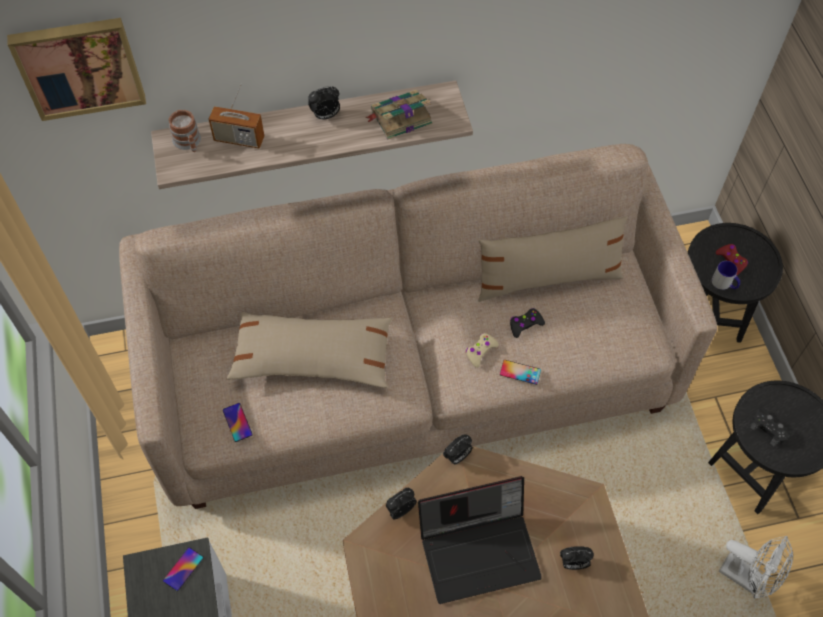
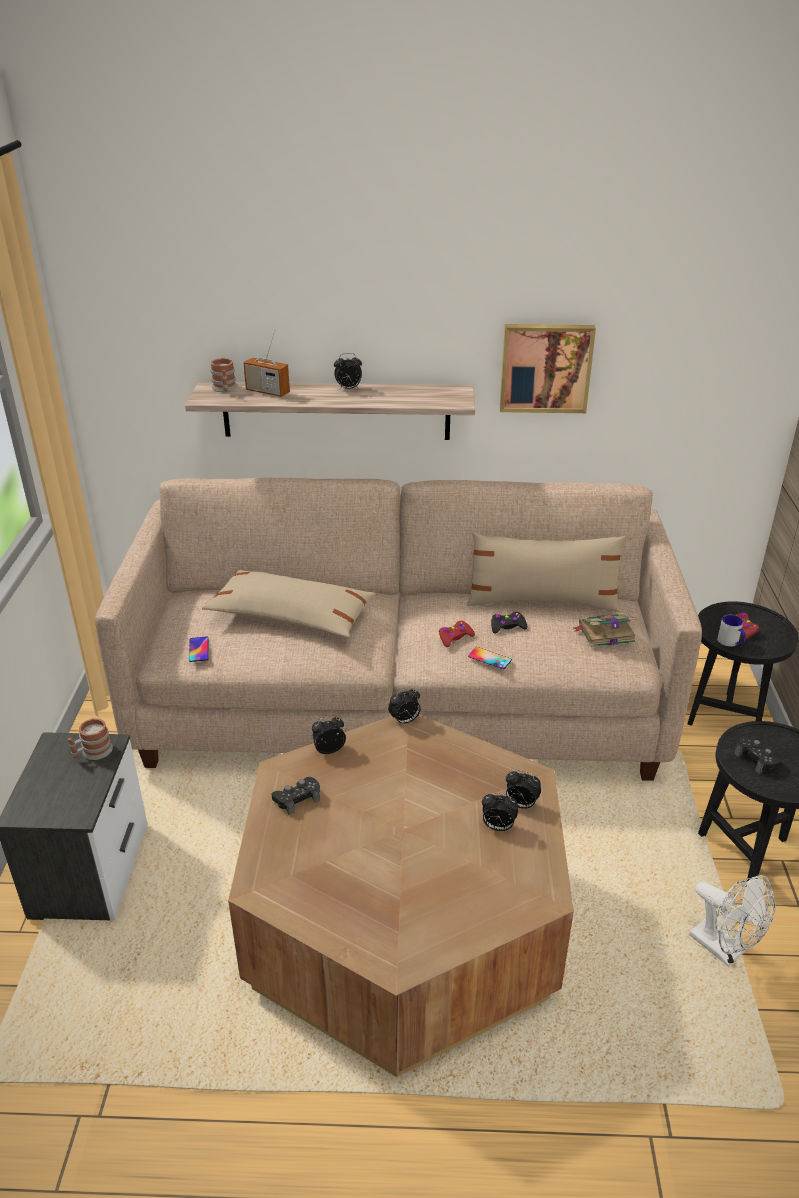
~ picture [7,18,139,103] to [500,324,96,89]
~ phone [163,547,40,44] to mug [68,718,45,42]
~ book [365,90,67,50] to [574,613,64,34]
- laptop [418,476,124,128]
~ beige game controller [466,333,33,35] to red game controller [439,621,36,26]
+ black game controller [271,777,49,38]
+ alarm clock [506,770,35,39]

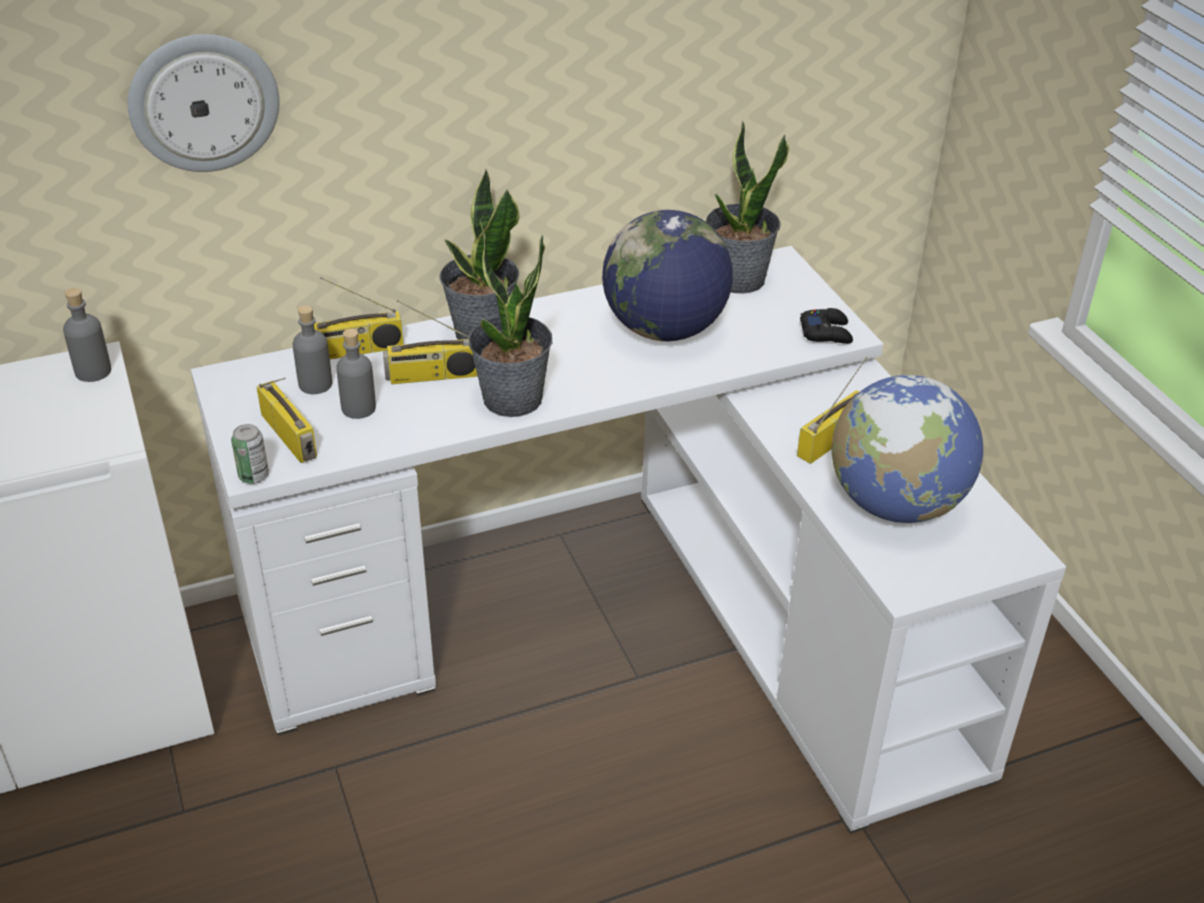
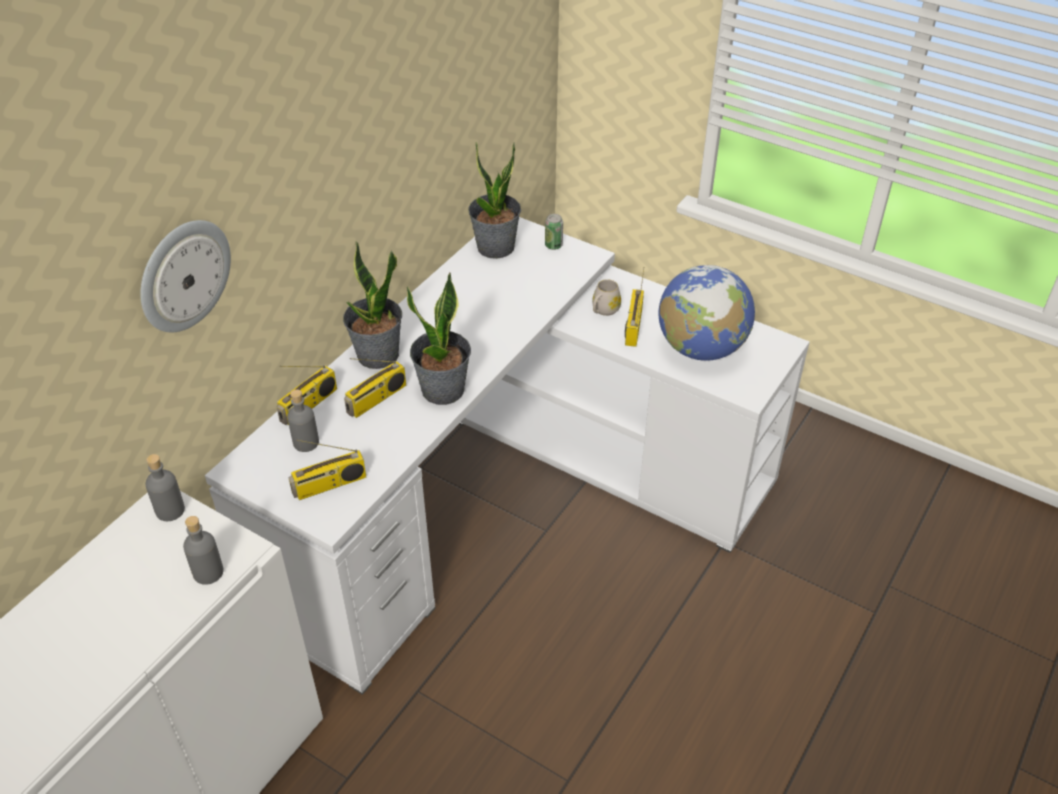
~ can [231,424,38,60] to [545,214,18,36]
~ radio [256,378,61,85] = [288,439,78,61] 135 degrees clockwise
~ grey bottle [336,329,40,90] to [183,516,40,69]
- globe [602,210,131,131]
- black game controller [800,308,53,36]
+ white mug [592,279,29,37]

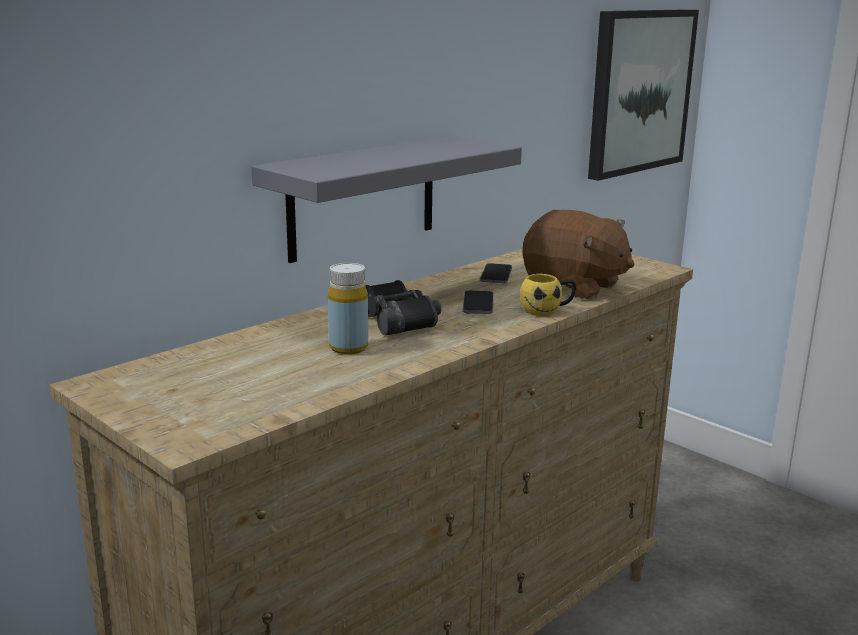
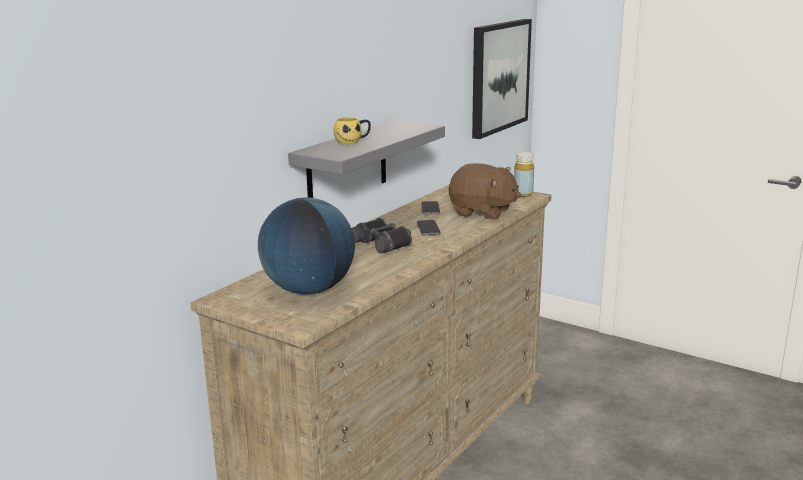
~ yellow bottle [328,263,40,91] to [514,152,20,45]
~ yellow mug [520,274,56,42] to [334,117,37,28]
+ globe [258,197,97,97]

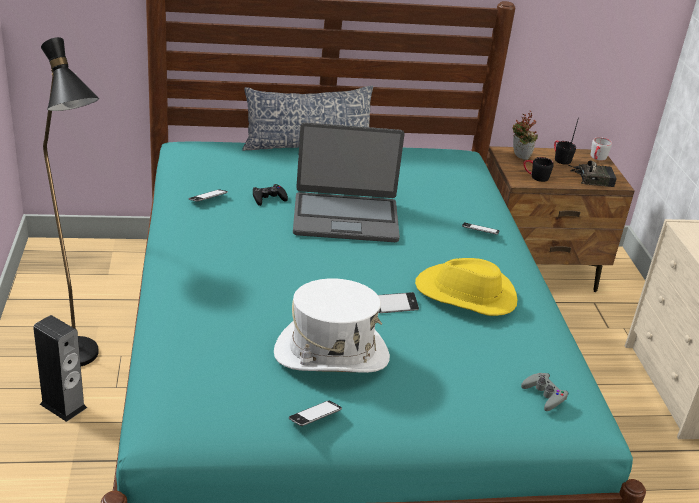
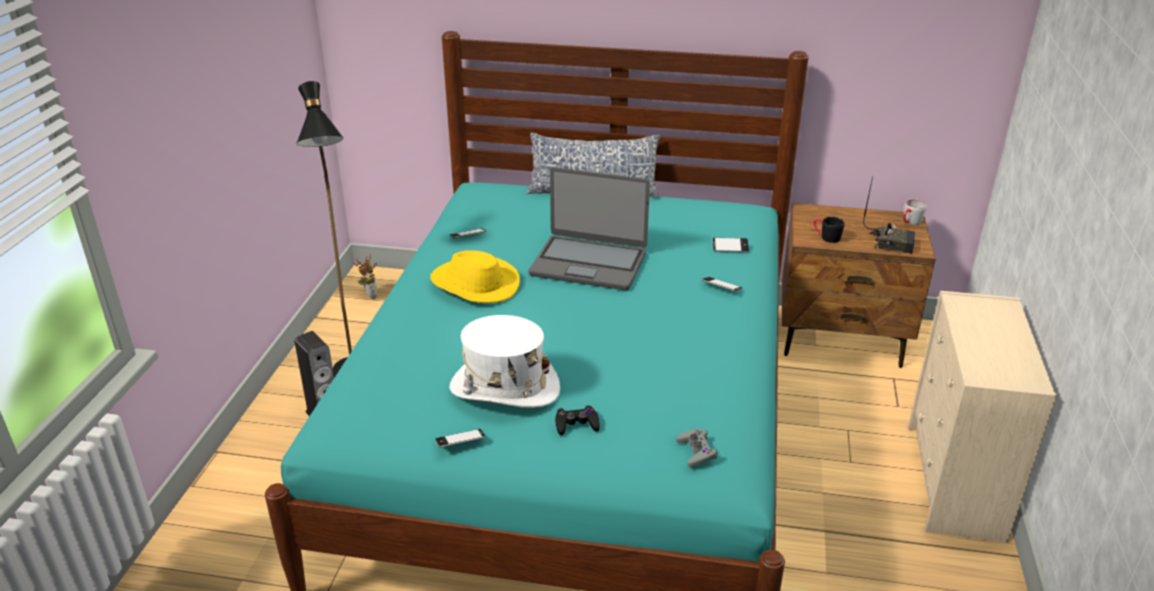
~ black game controller [253,184,35,22] to [555,405,45,31]
~ phone [378,292,41,21] to [713,238,36,14]
~ yellow hat [415,258,102,58] to [430,250,90,53]
~ potted plant [512,111,26,49] to [352,254,25,45]
- black mug [554,140,22,24]

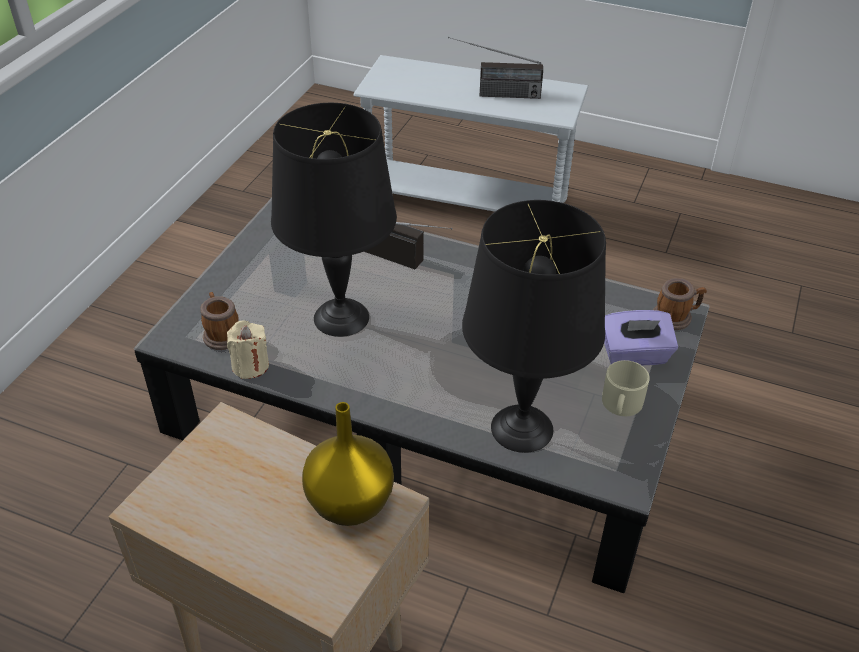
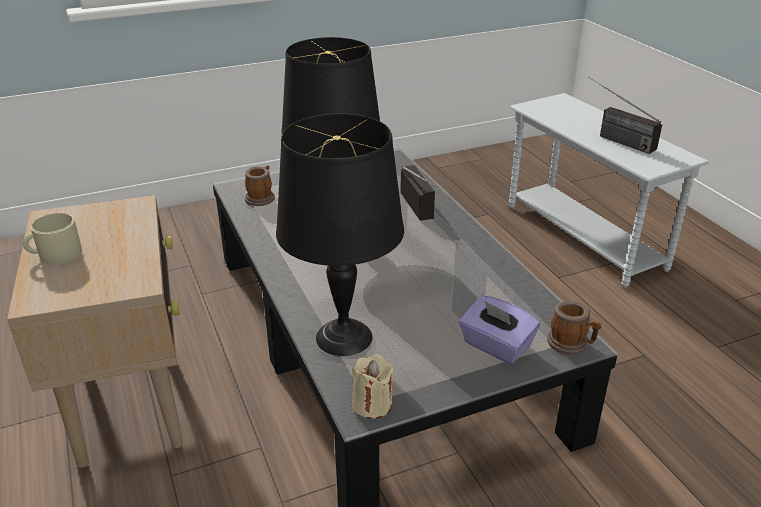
~ beige candle [227,321,42,58] to [352,354,42,65]
- yellow vase [302,402,92,124]
~ beige mug [602,360,48,56] to [23,213,59,52]

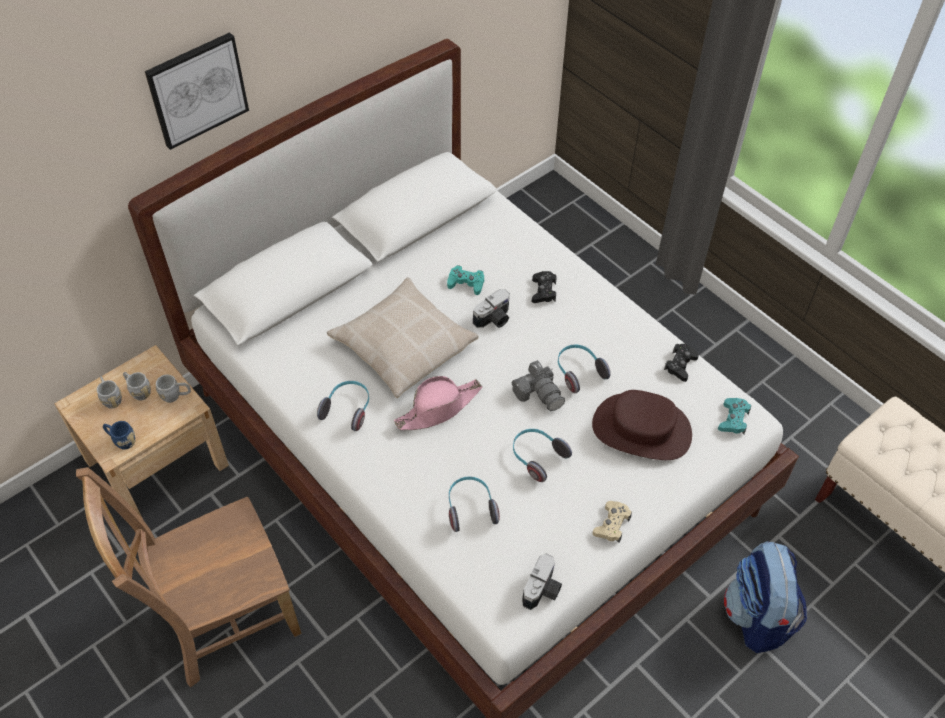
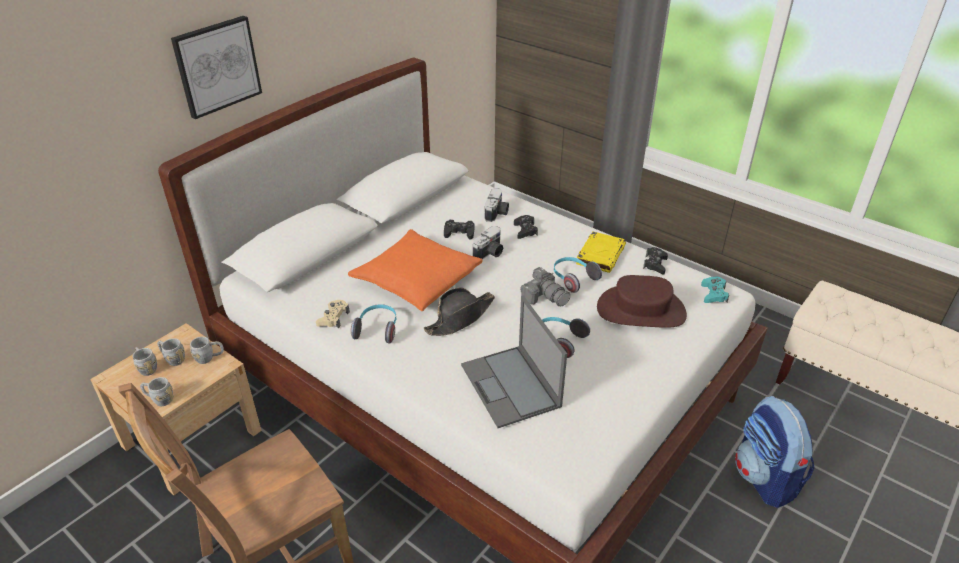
~ blue mug [103,421,33,29] to grey mug [140,377,34,29]
~ beige pillow [327,277,152,121] to orange pillow [348,229,135,82]
~ pink hat [394,376,88,54] to black hat [424,288,71,48]
~ turquoise game controller [447,265,37,30] to black game controller [444,220,31,20]
~ headphones [449,476,51,56] to laptop [461,296,106,132]
~ photo camera [522,554,40,56] to [484,188,25,34]
~ beige game controller [592,501,40,42] to [316,300,34,29]
+ yellow book [576,232,50,41]

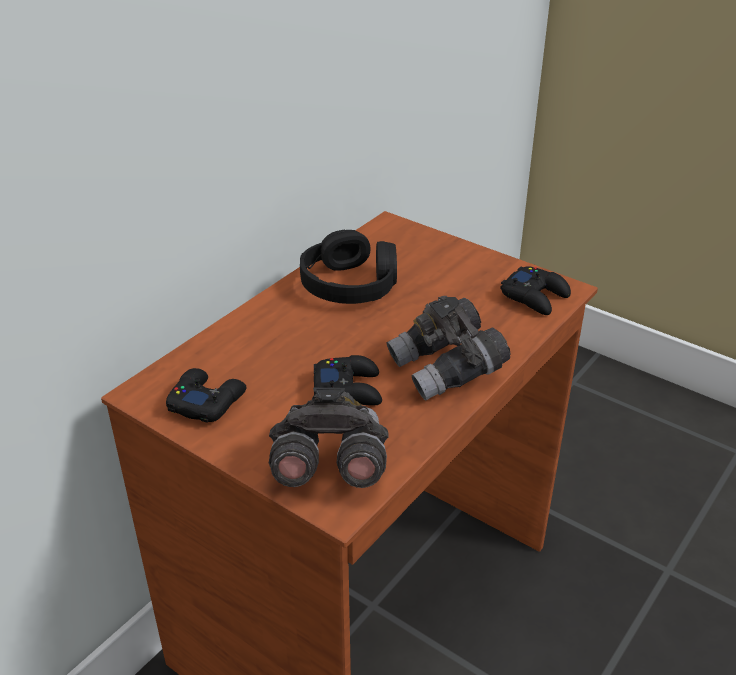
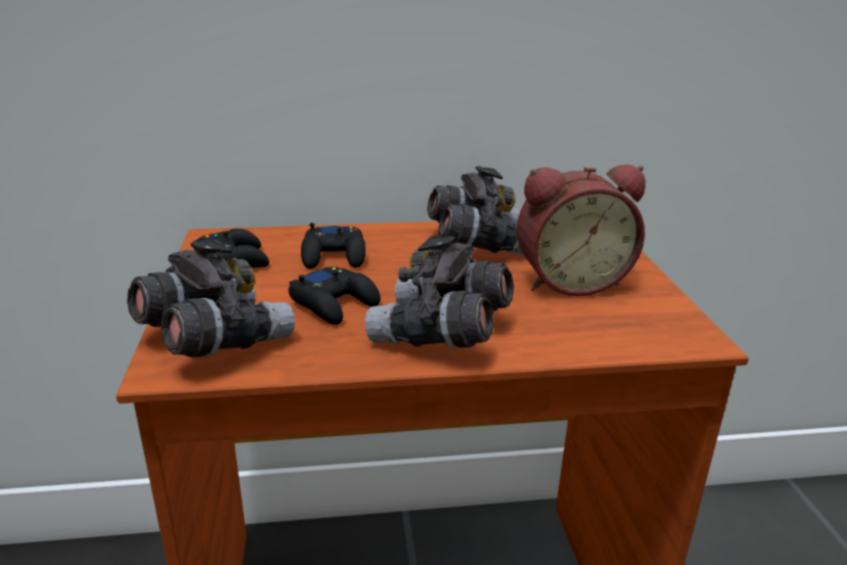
~ black headphones [300,230,97,74] to grey binoculars [427,166,97,89]
~ black game controller [500,266,71,49] to [301,223,65,46]
+ alarm clock [517,164,129,132]

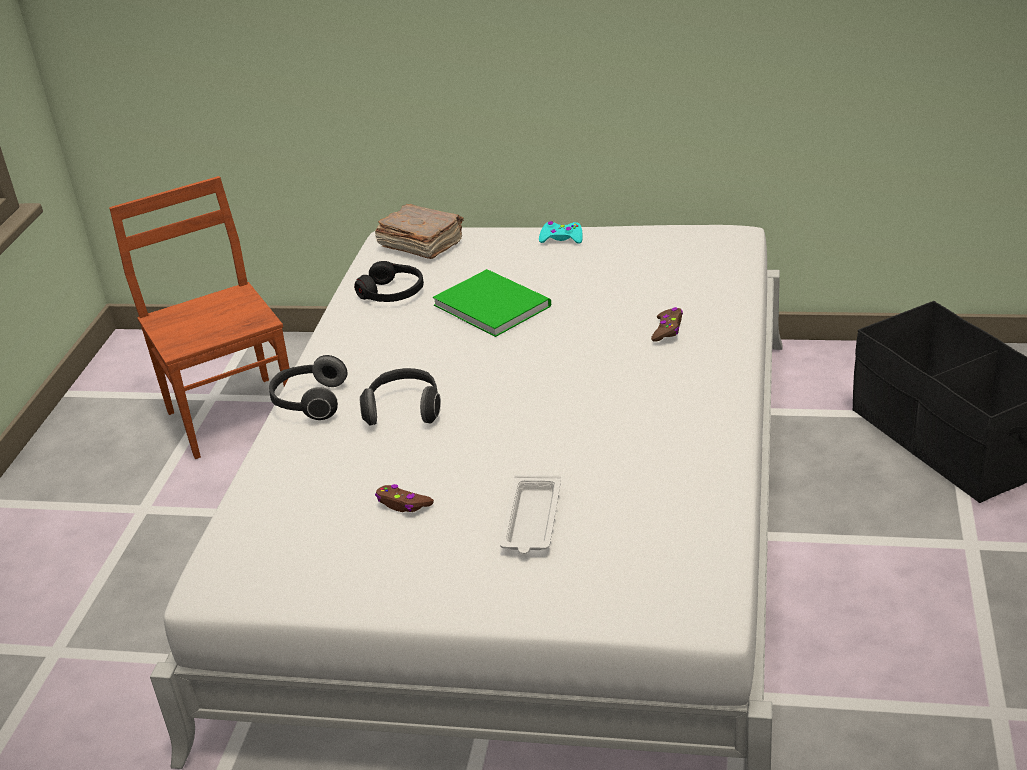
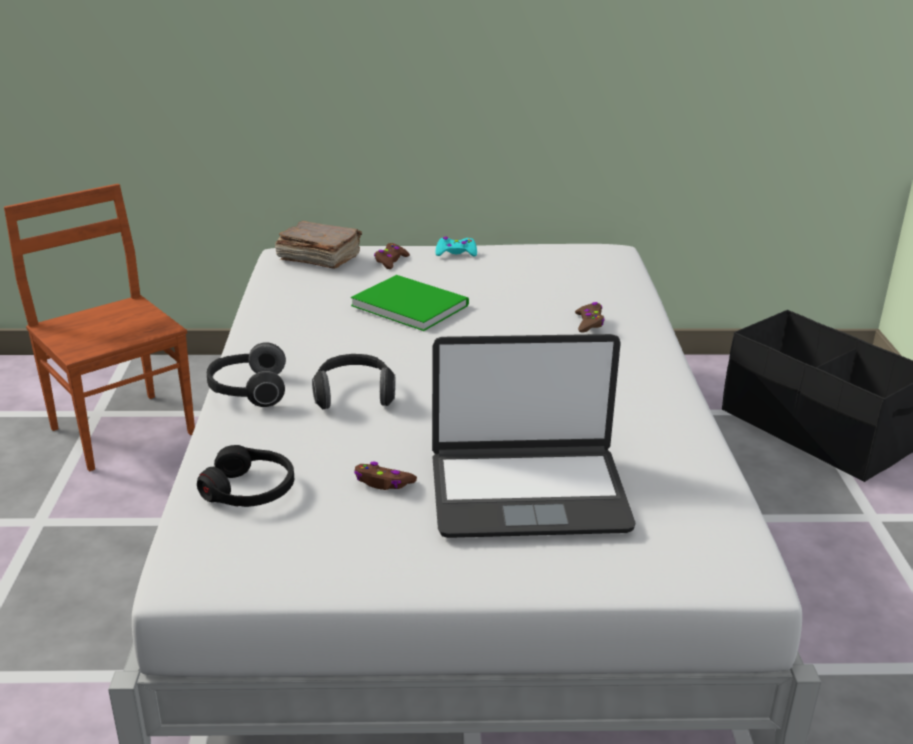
~ black headphones [354,261,70,41] to [197,445,97,62]
~ white tray [500,475,61,79] to laptop [432,334,203,204]
+ brown game controller [374,243,36,26]

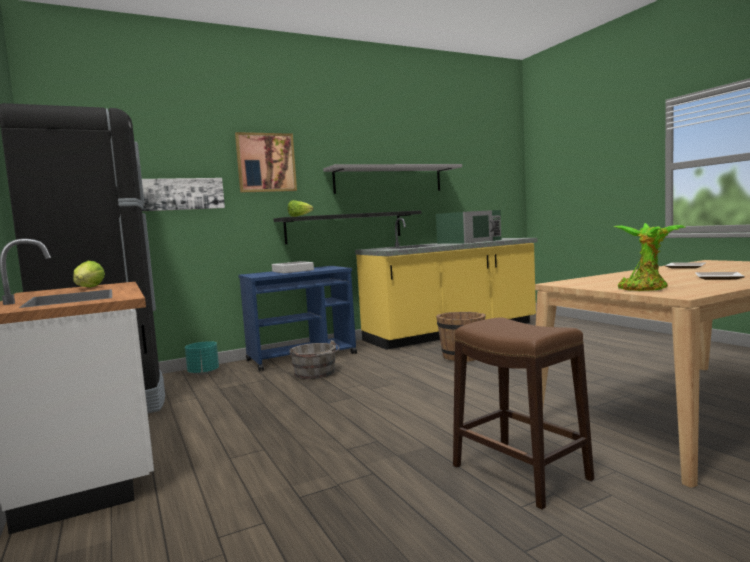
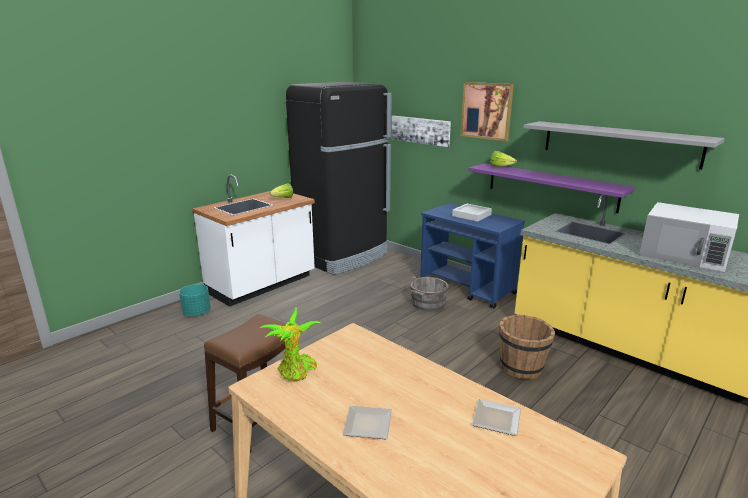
~ turquoise planter [185,341,34,34] to [179,284,32,32]
~ black shelf [274,210,147,34] to purple shelf [468,163,167,50]
~ green microwave [436,210,65,34] to white microwave [639,202,100,70]

